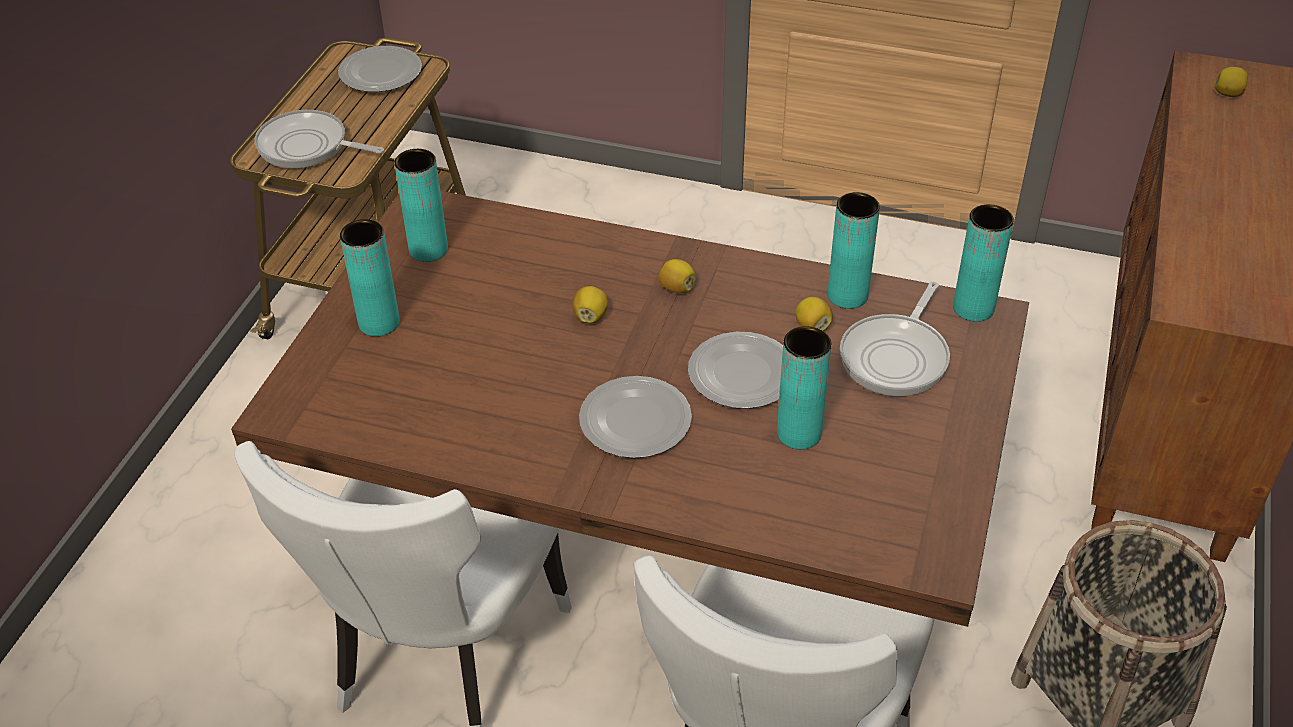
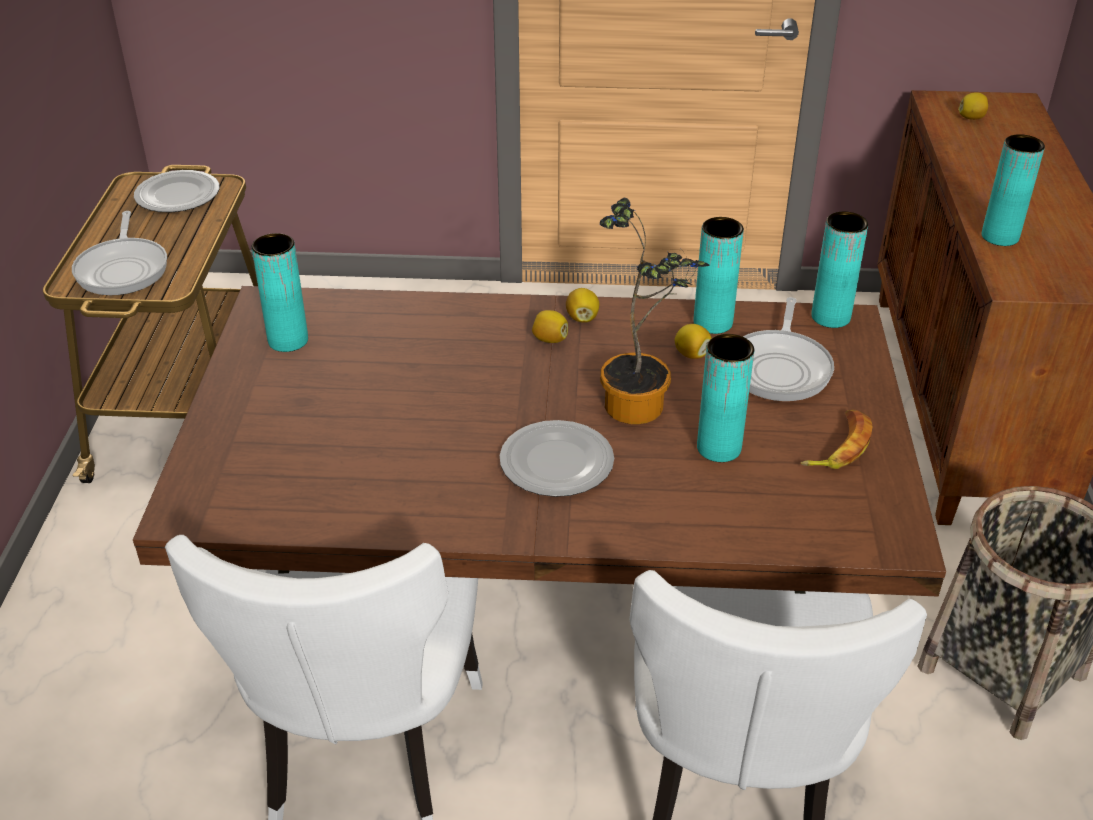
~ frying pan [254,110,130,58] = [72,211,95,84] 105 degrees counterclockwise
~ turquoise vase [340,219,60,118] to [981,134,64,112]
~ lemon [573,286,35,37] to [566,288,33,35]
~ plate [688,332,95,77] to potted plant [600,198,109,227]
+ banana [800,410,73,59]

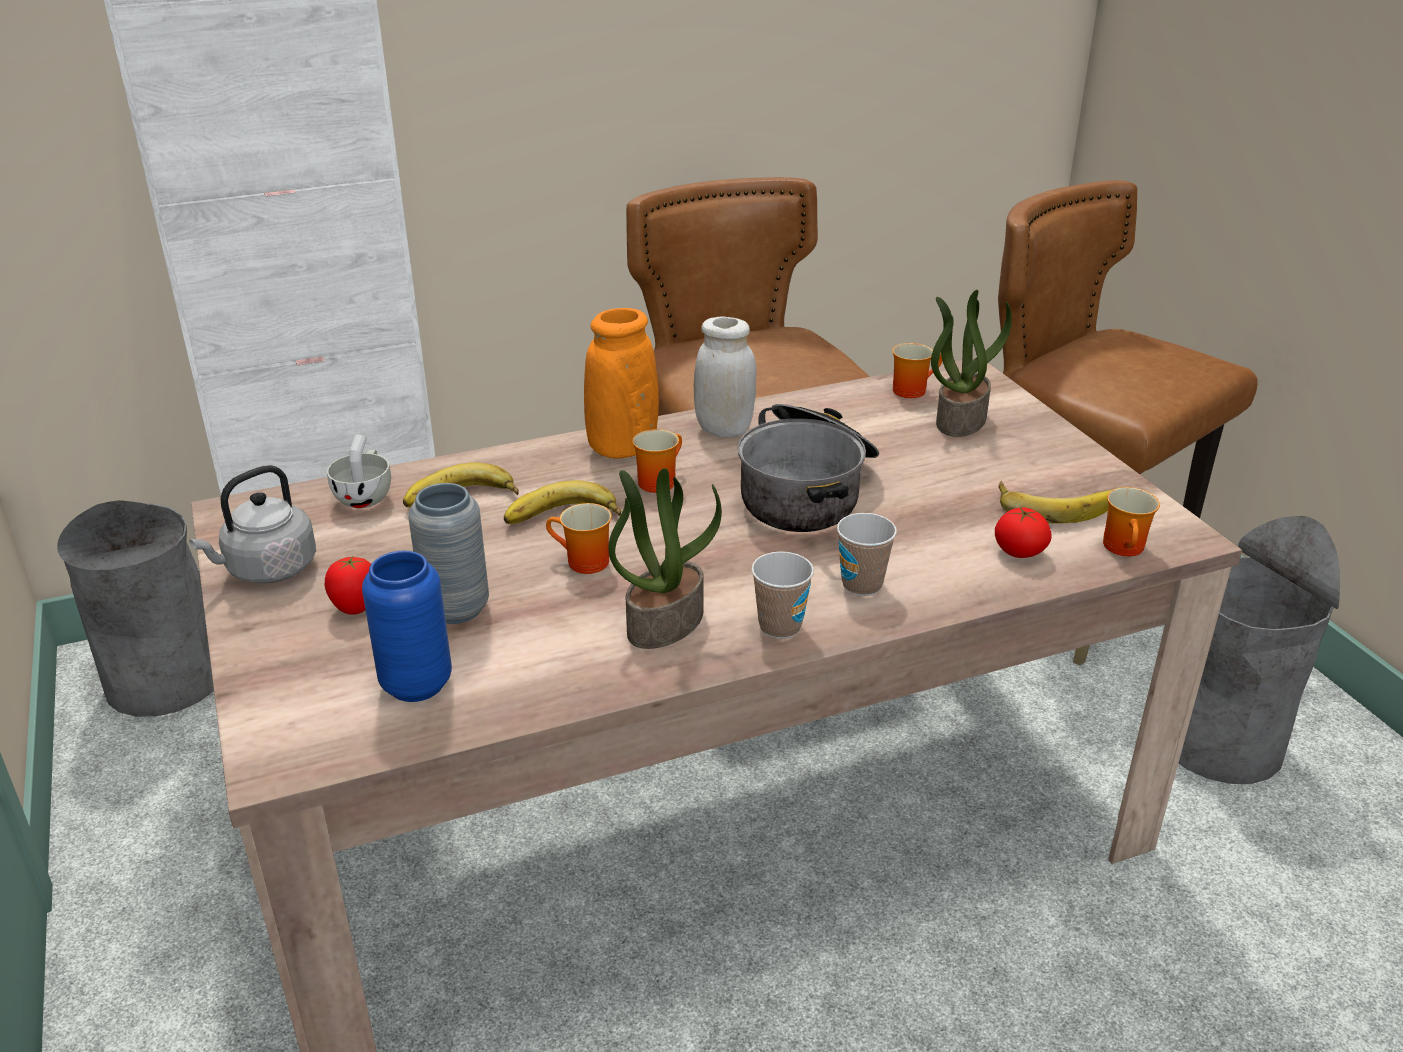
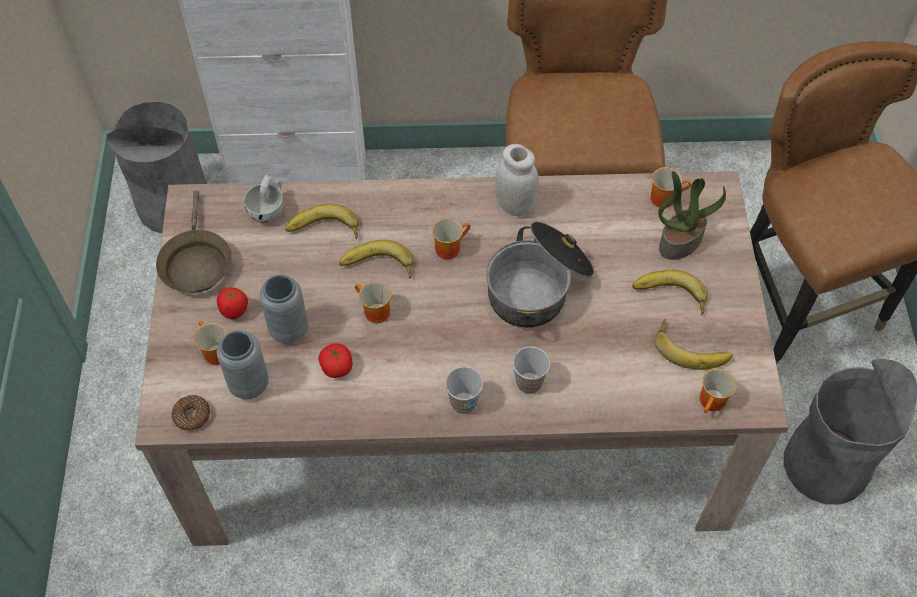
~ grey kettle [189,465,127,118] to brown frying pan [156,190,76,103]
~ blue vase [362,551,90,151] to grey vase [217,331,52,68]
- orange vase [584,308,75,151]
- potted plant [608,468,114,181]
~ tomato [995,506,57,52] to [319,343,34,35]
+ donut [172,395,38,36]
+ mug [194,321,33,44]
+ banana [632,270,76,45]

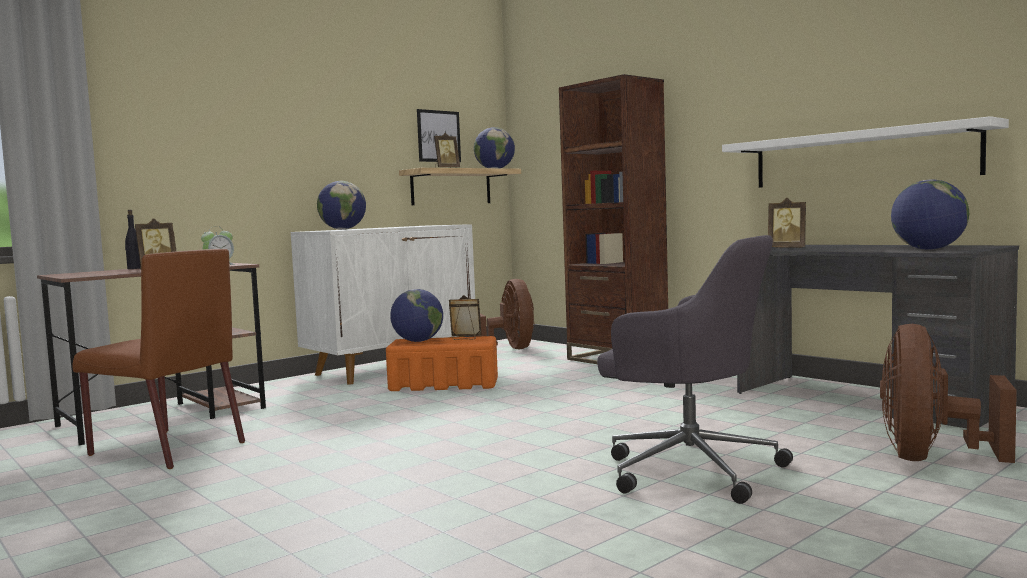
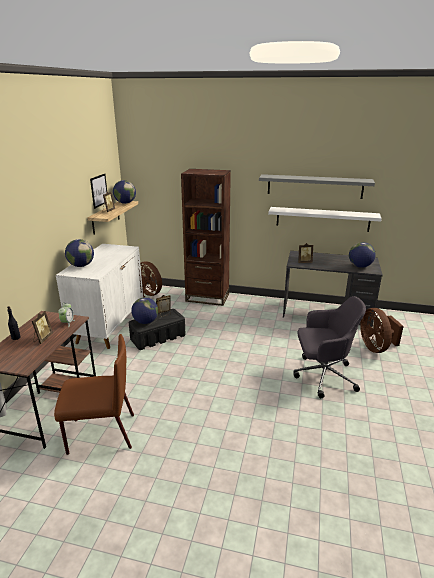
~ orange storage box [386,336,112,55] to black storage box [129,309,57,41]
+ grey shelf [259,174,116,25]

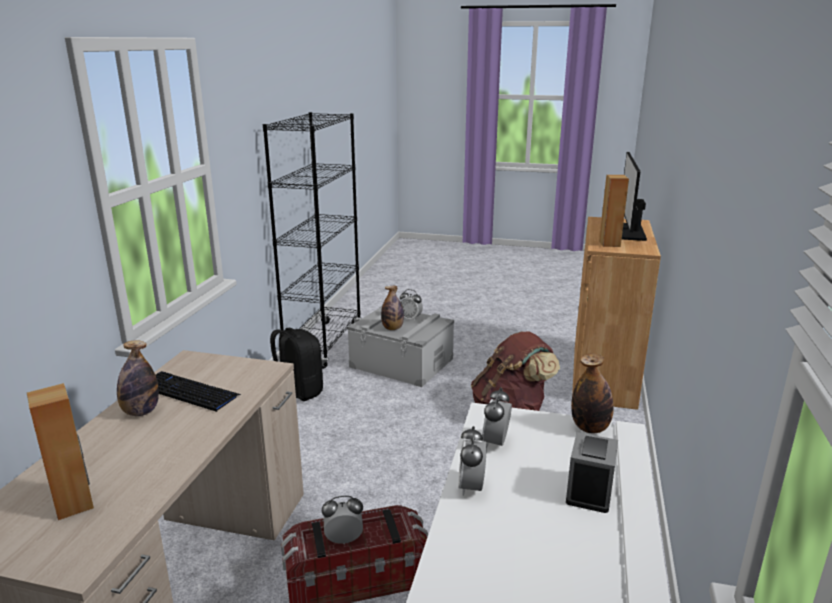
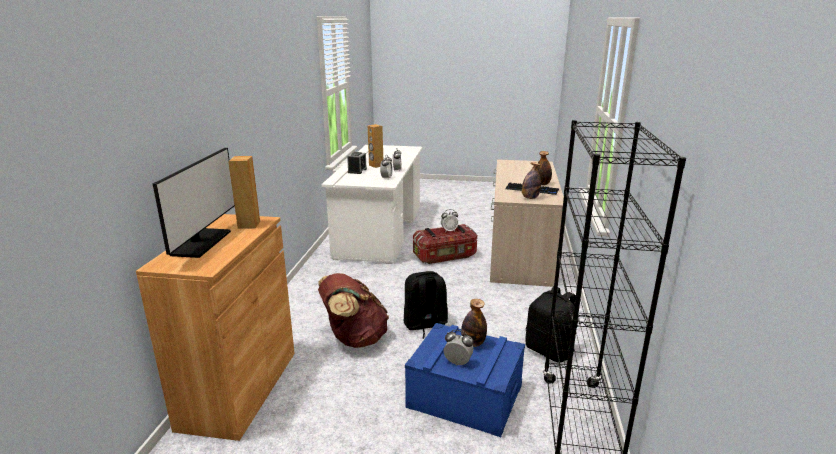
~ brown speaker [27,383,67,137] to [368,124,15,44]
~ grey storage box [347,305,107,82] to blue storage box [405,323,120,114]
~ bottle [571,353,43,81] to [522,162,19,37]
+ black backpack [404,271,44,68]

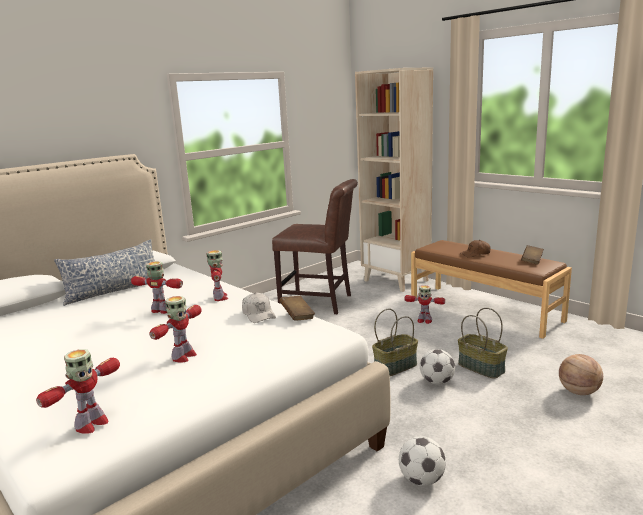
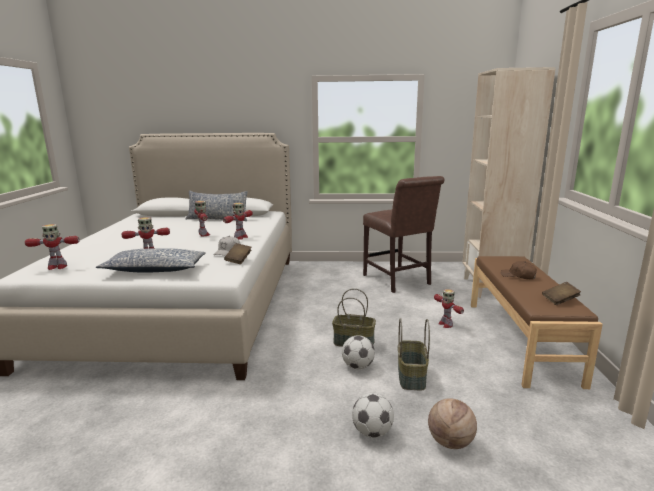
~ football [399,436,47,50] to [352,393,42,45]
+ pillow [96,248,110,25]

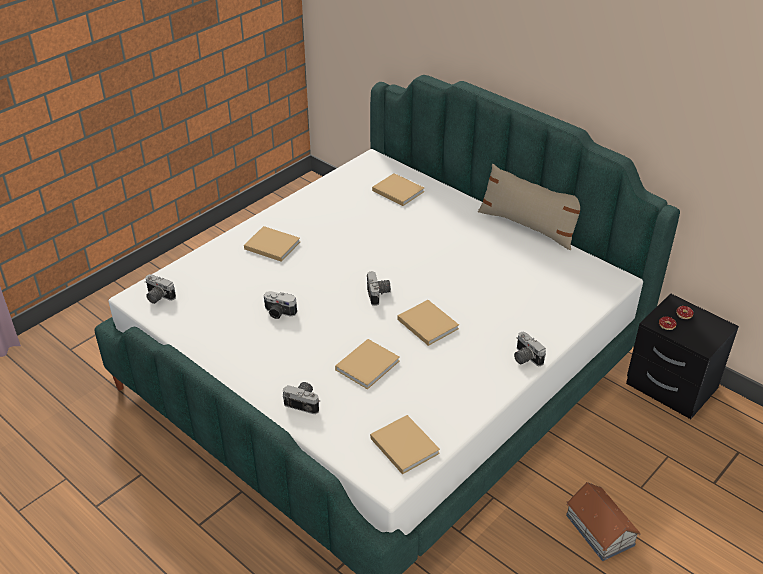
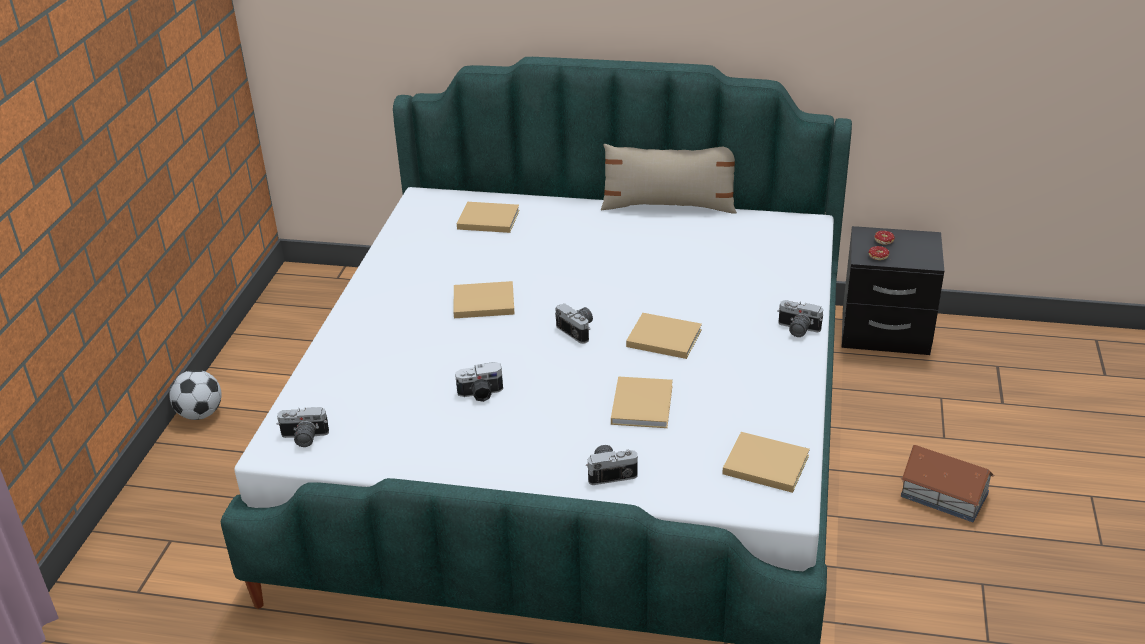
~ beige book [244,226,56,36] to [453,281,62,37]
+ football [169,370,53,50]

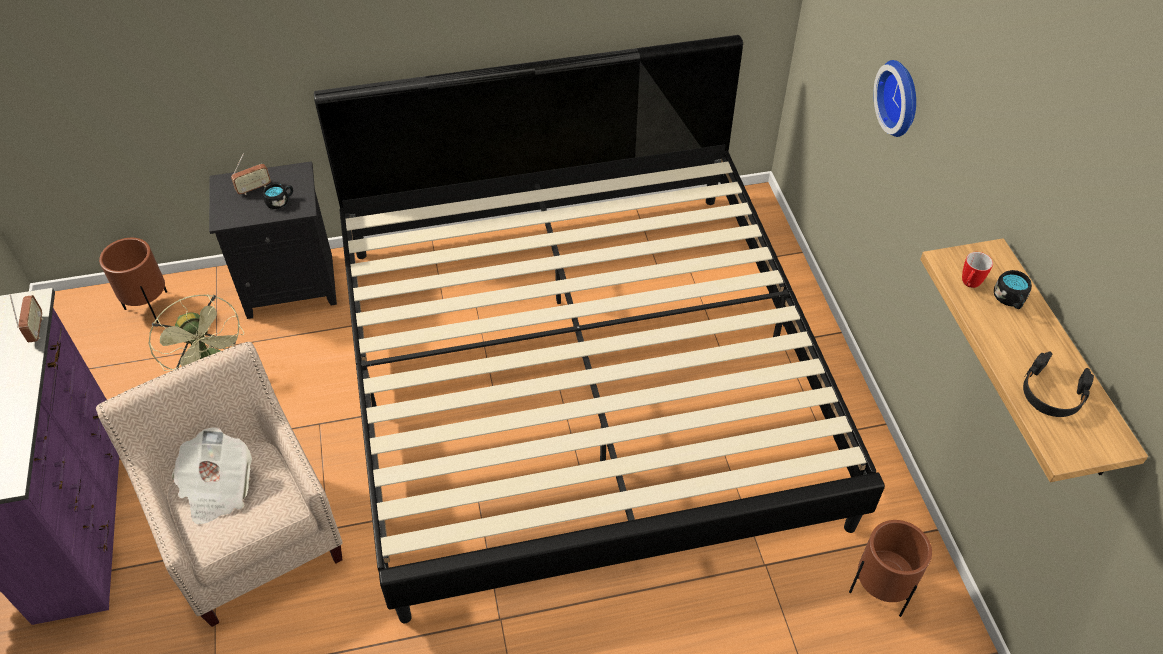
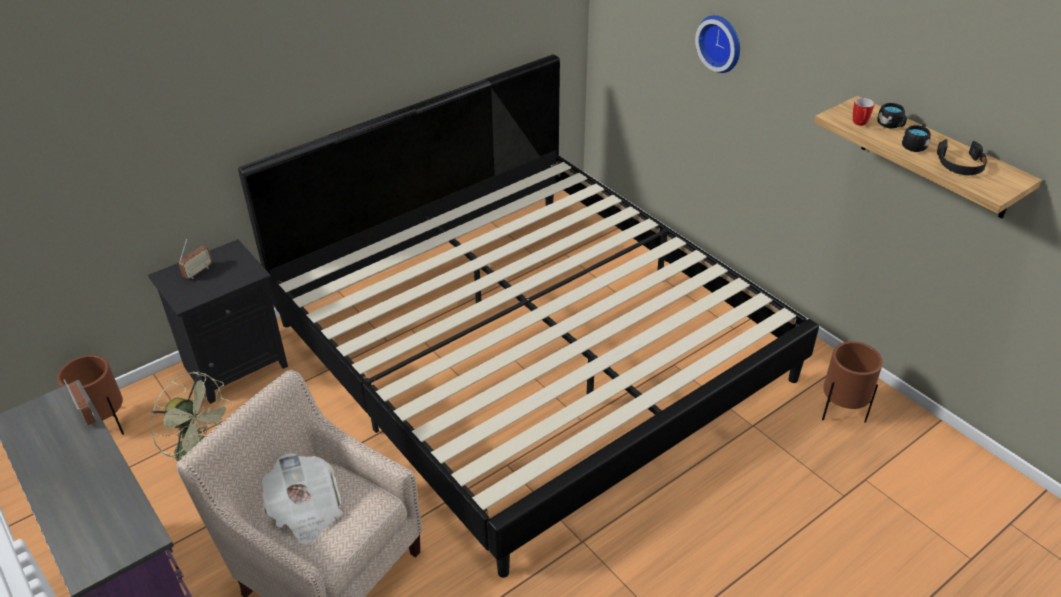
~ black mug [263,184,30,25] to [902,124,29,28]

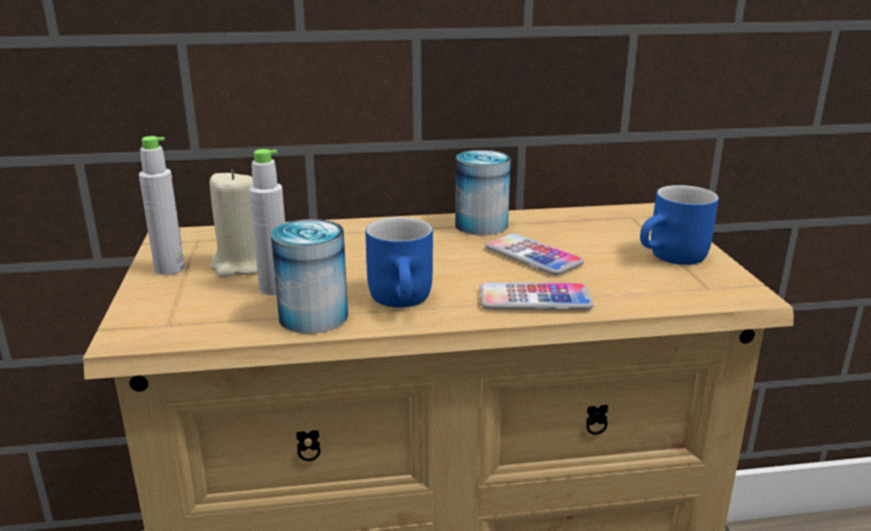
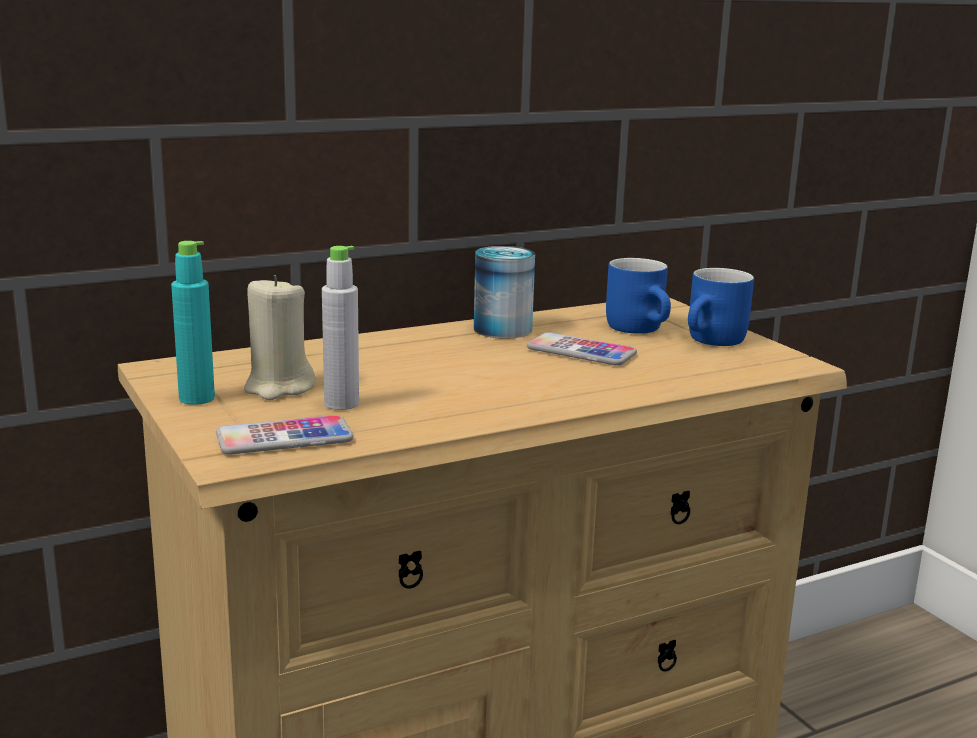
~ grey bottle [139,136,46,139] to turquoise bottle [171,241,44,164]
- can [271,219,77,115]
~ blue mug [366,217,67,91] to [606,258,65,76]
~ phone [480,282,113,28] to [216,415,137,39]

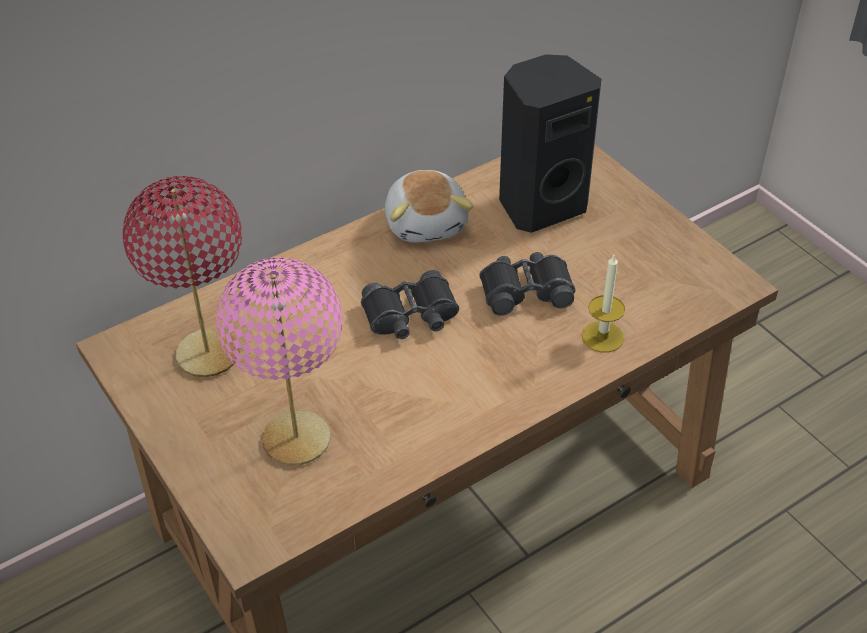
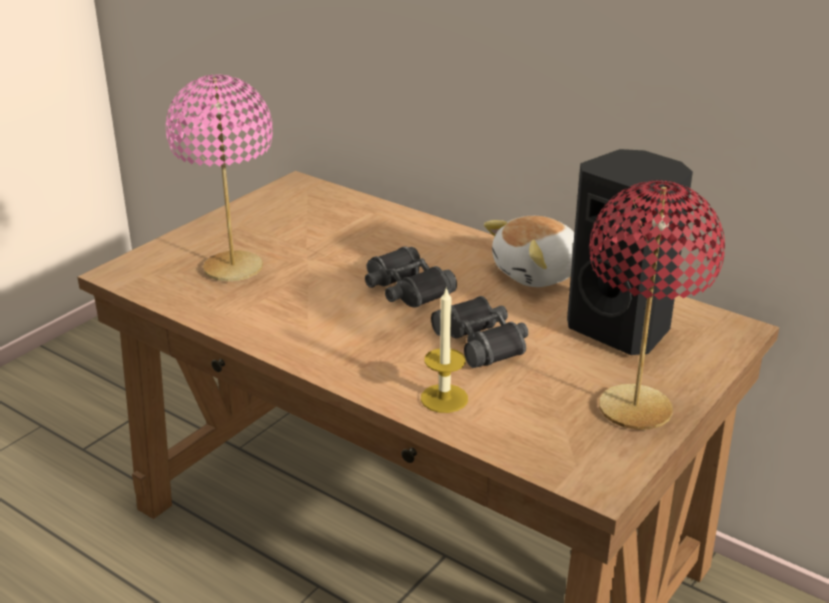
~ red table lamp [123,176,119,201] to [589,180,136,250]

